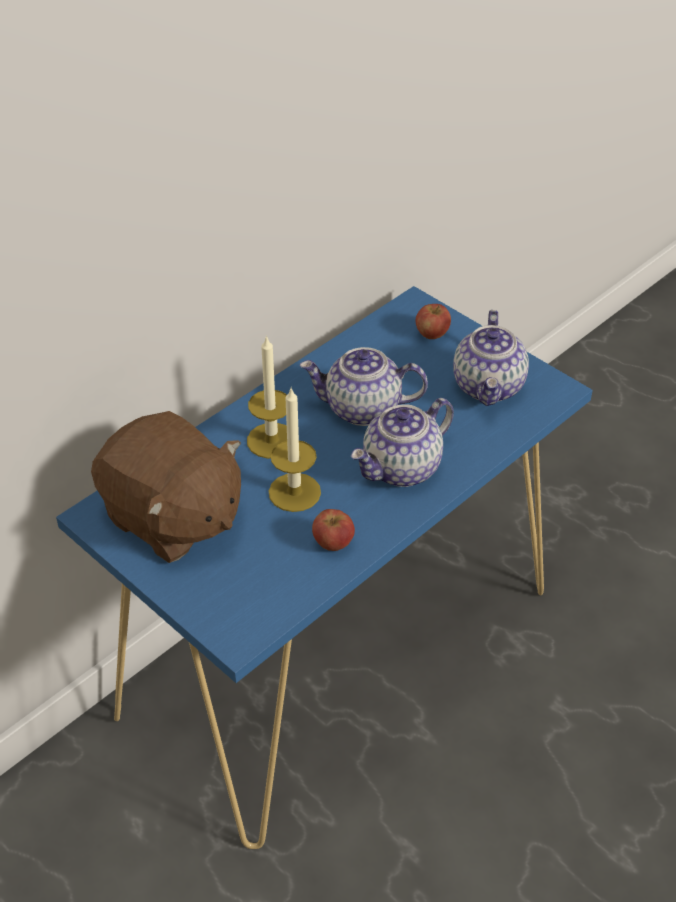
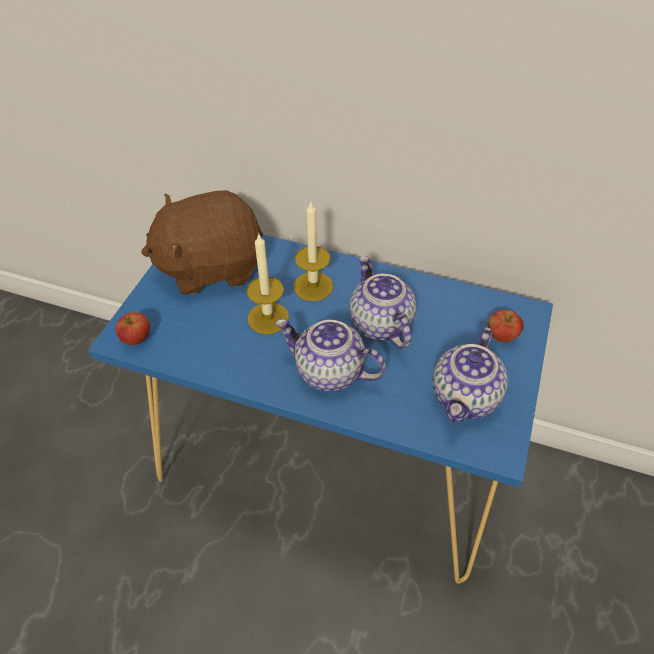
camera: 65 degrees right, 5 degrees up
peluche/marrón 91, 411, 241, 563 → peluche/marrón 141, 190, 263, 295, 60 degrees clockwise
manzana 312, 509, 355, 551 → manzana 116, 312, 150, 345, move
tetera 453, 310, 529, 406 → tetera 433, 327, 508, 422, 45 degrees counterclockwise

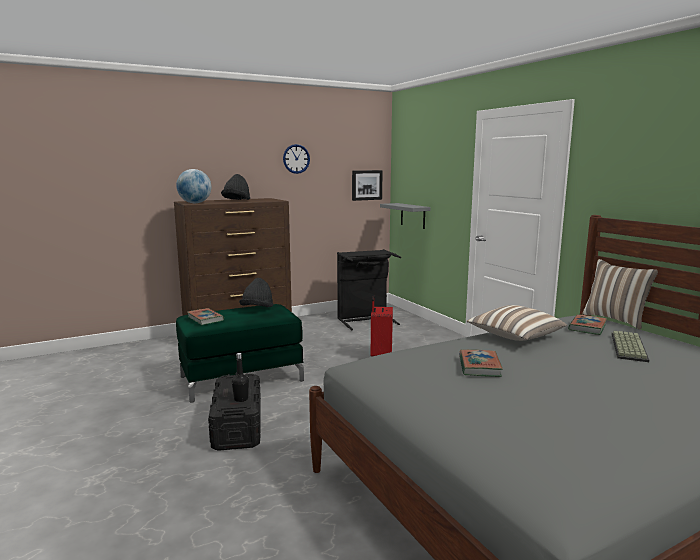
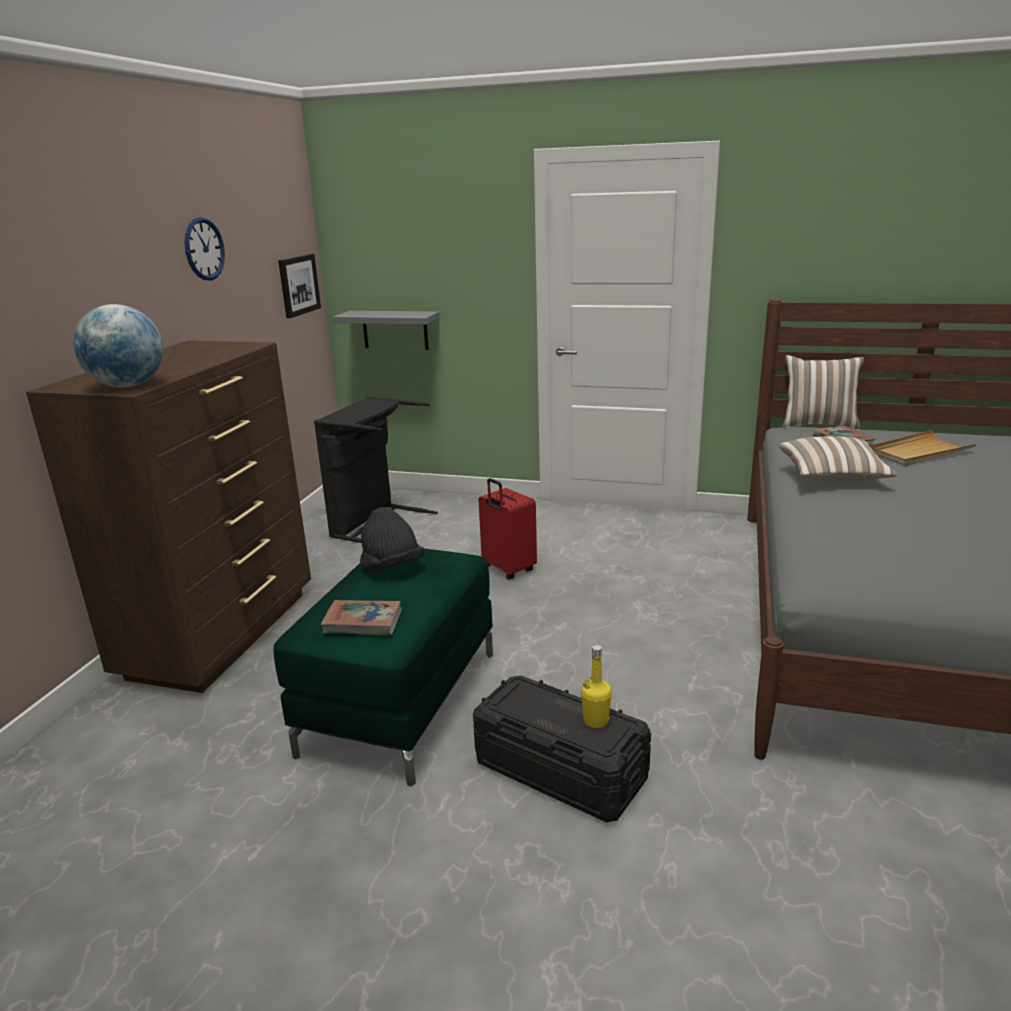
camera: 45 degrees left, 10 degrees up
sombrero/negro 221, 174, 250, 200 → -
botella/negro 232, 353, 249, 402 → botella/amarillo 581, 645, 612, 728
libro 459, 349, 503, 377 → -
teclado 611, 331, 649, 362 → bandeja/beis 870, 430, 977, 466

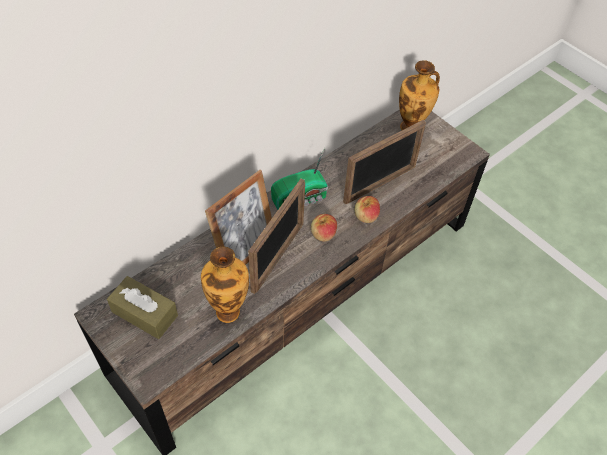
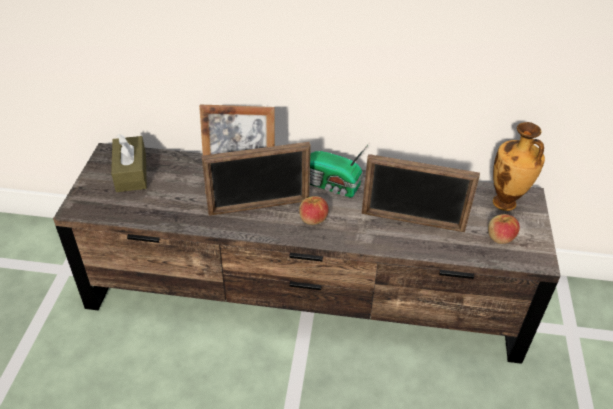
camera: 50 degrees right, 10 degrees down
florero 201, 247, 249, 323 → -
manzana 355, 196, 380, 223 → manzana 488, 214, 520, 244, move

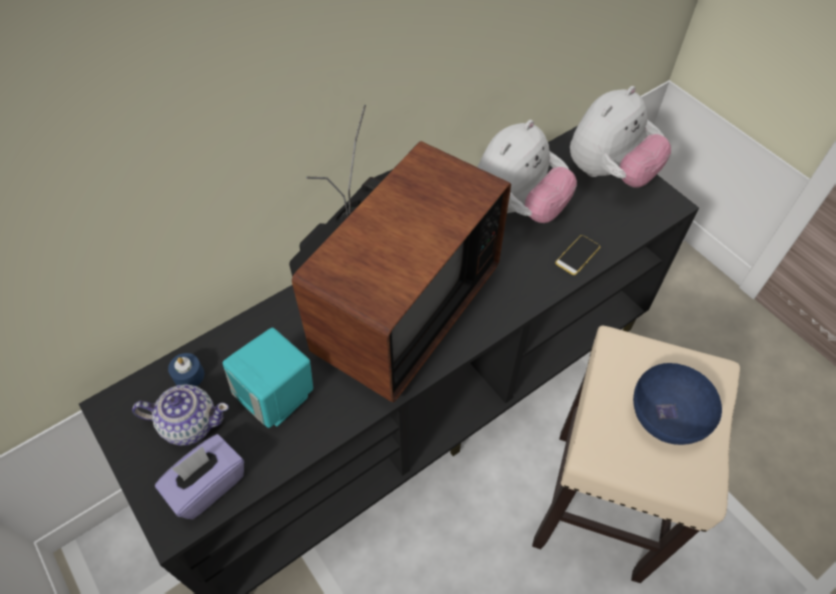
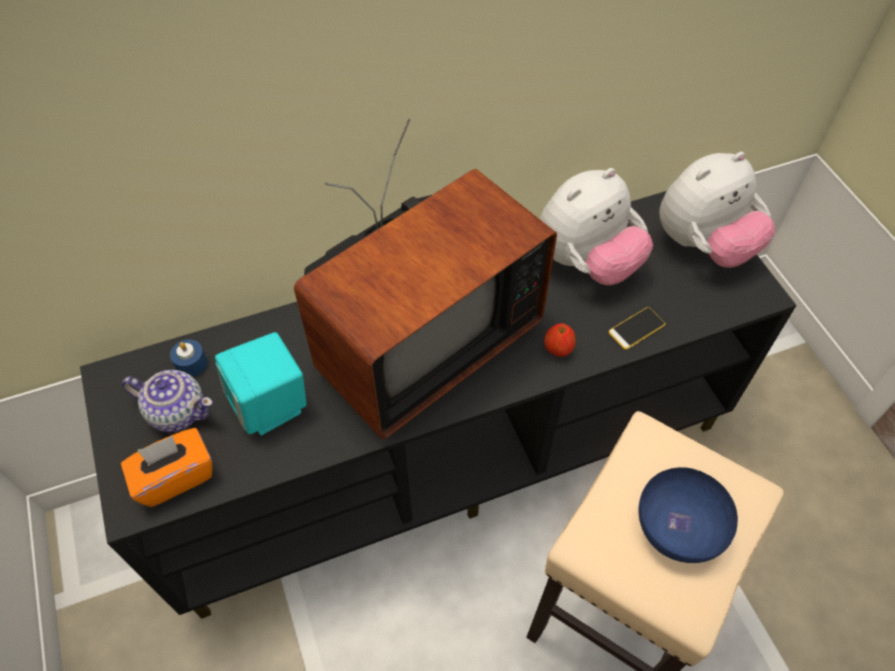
camera: 15 degrees right, 0 degrees up
caja de pañuelos/morado 155, 434, 244, 519 → caja de pañuelos/naranja 121, 428, 212, 507
- → manzana 544, 323, 576, 357

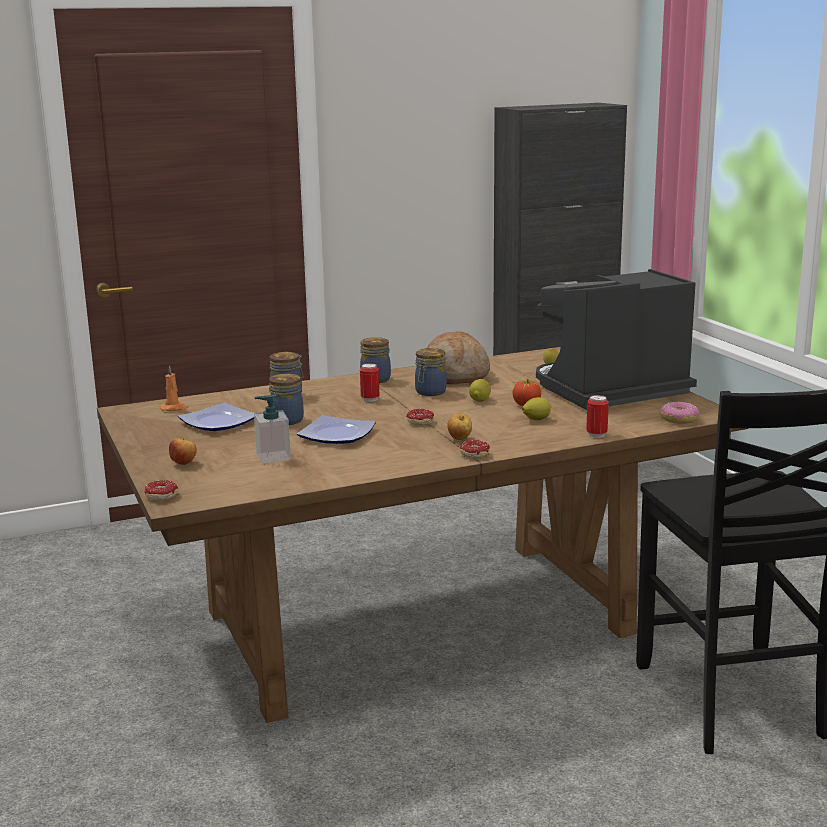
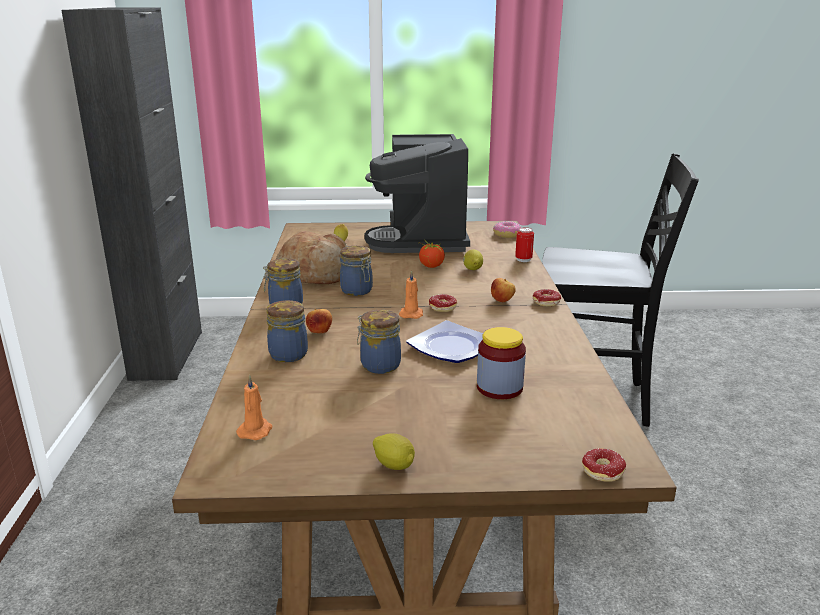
camera: 70 degrees left, 5 degrees up
manzana 169, 438, 197, 465 → manzana 306, 309, 332, 333, move
plato 178, 403, 254, 431 → -
dispensador de jabón 254, 394, 291, 464 → tarro 477, 327, 526, 399
lata 360, 363, 379, 402 → -
limón 469, 379, 491, 402 → limón 373, 433, 415, 470, move
- → vela/naranja 399, 270, 423, 319

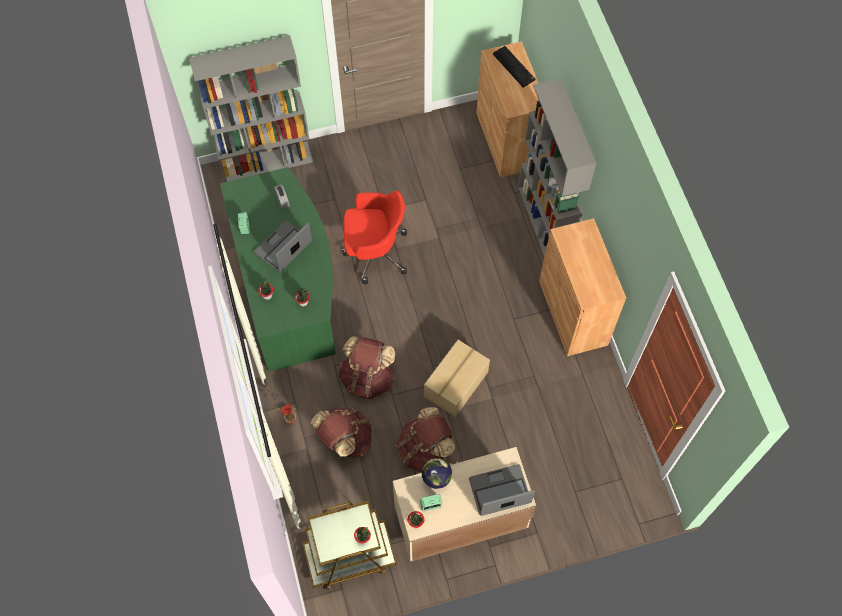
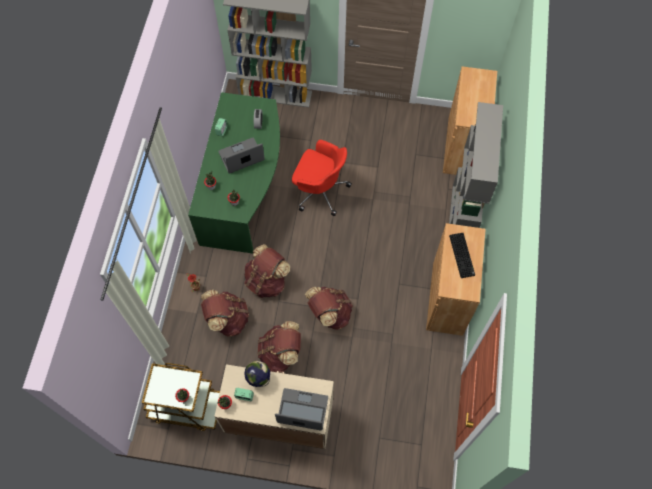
camera: 25 degrees right, 0 degrees up
caja de cartón 424, 339, 490, 417 → mochila/marrón 305, 287, 353, 330
teclado 493, 46, 535, 88 → teclado 449, 233, 475, 278, move

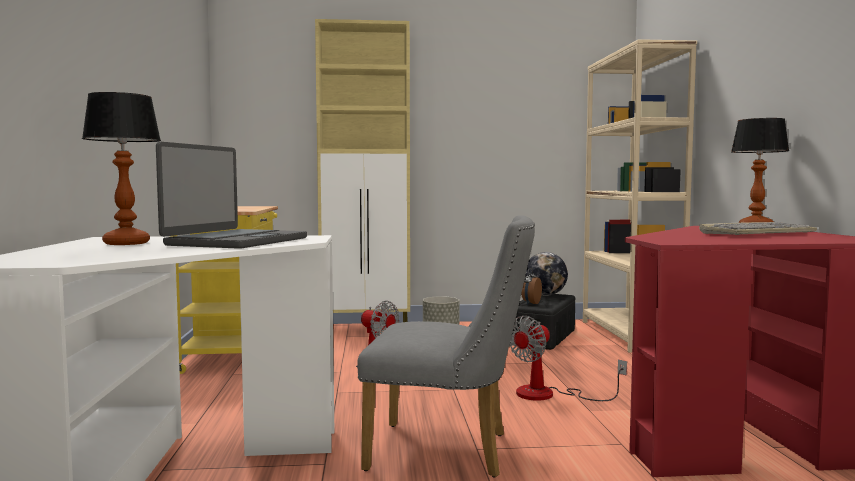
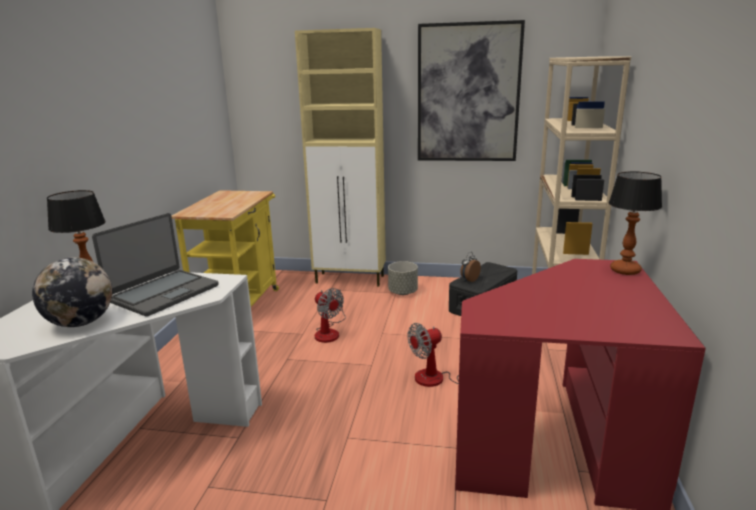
camera: 15 degrees right, 15 degrees up
silla/gris 357, 216, 535, 478 → -
globo terráqueo 525, 252, 568, 296 → globo terráqueo 32, 257, 112, 327, move
teclado 699, 222, 817, 235 → -
- → cuadro 418, 20, 525, 161

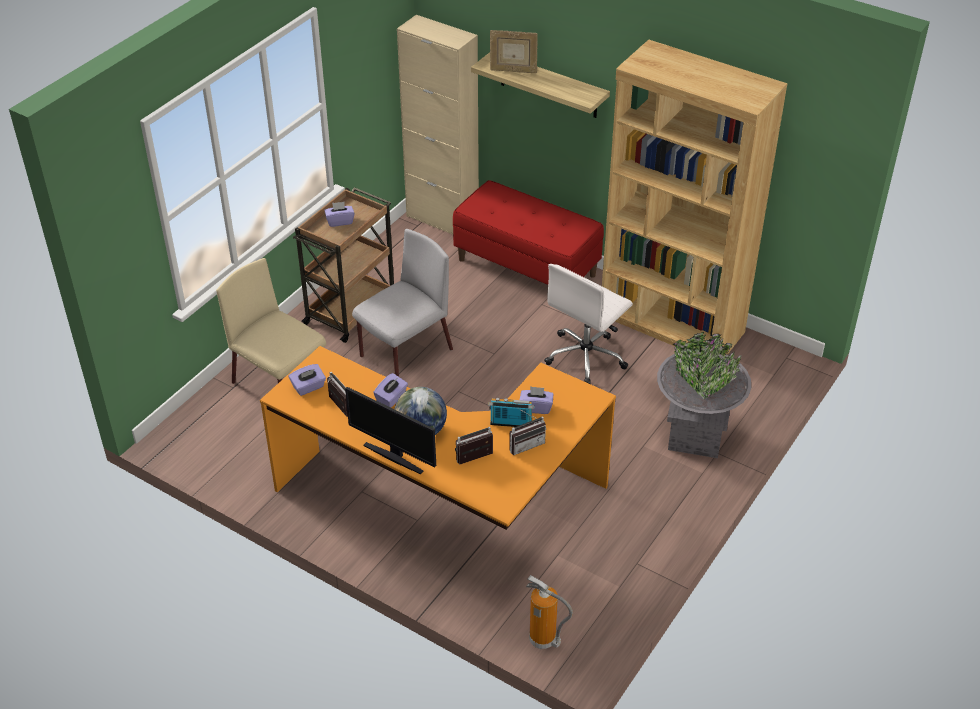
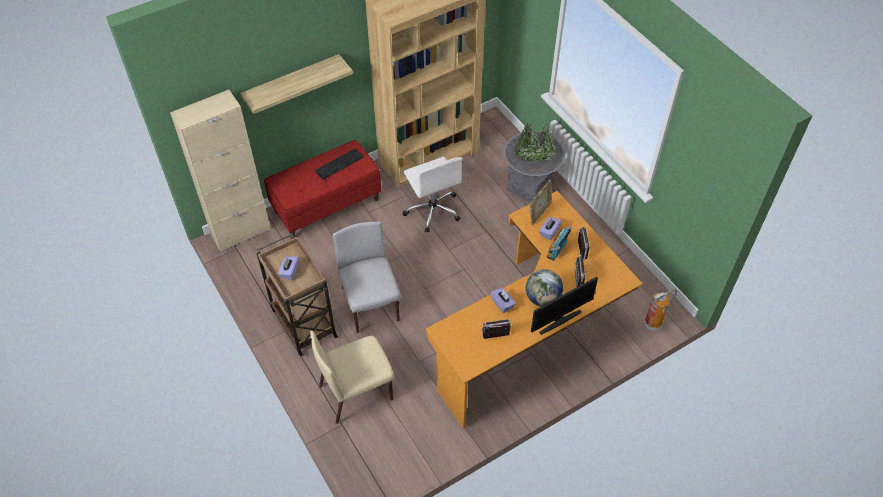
camera: 65 degrees left, 10 degrees up
caja de pañuelos/morado 289, 364, 326, 396 → -
portarretratos 490, 30, 538, 73 → portarretratos 530, 180, 552, 226, move
- → teclado 315, 148, 364, 180

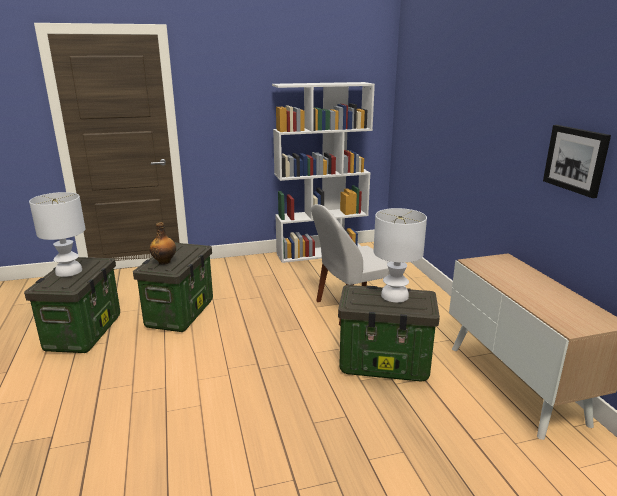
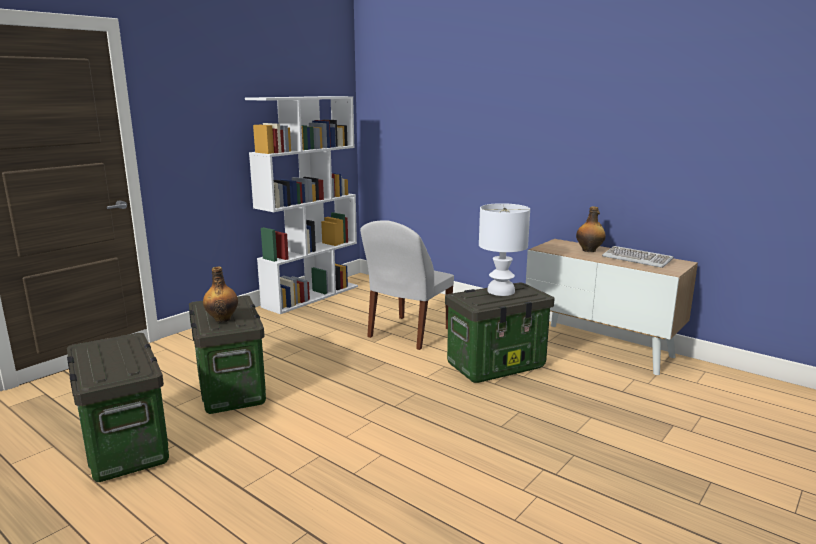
camera: 35 degrees left, 5 degrees down
lámpara de mesa/blanco 29, 192, 85, 277 → -
cuadro 543, 125, 611, 198 → -
- → botella 576, 206, 606, 252
- → teclado 602, 246, 674, 268

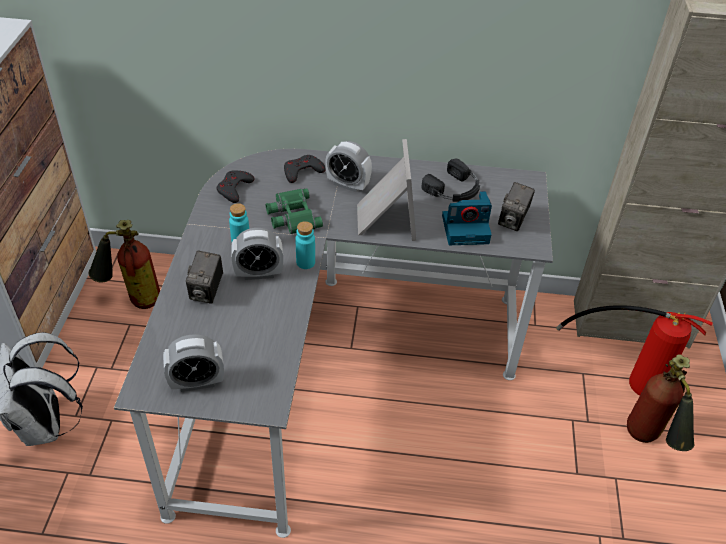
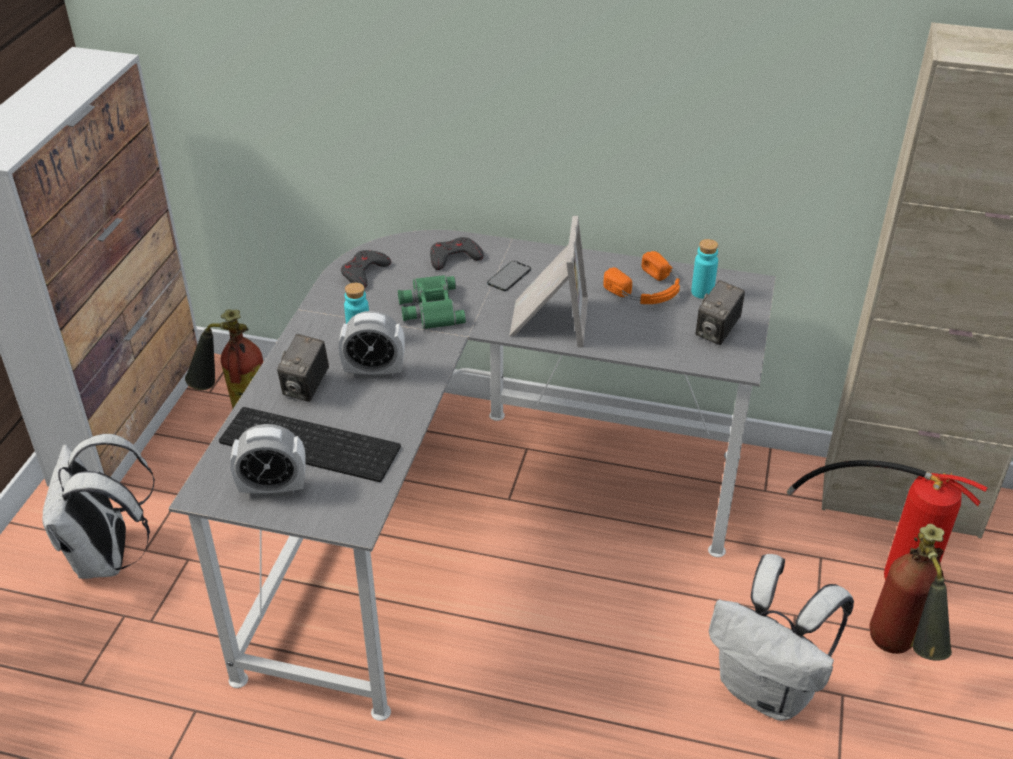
camera: 10 degrees right, 5 degrees down
botella/turquesa 296, 221, 315, 269 → botella/turquesa 691, 239, 718, 299, move
despertador 325, 141, 372, 193 → móvil 487, 261, 531, 291
auriculares/negro 421, 159, 480, 202 → auriculares/naranja 603, 251, 680, 304
cámara 442, 191, 492, 245 → -
- → teclado 219, 407, 401, 482
- → mochila/blanco 709, 554, 854, 721

